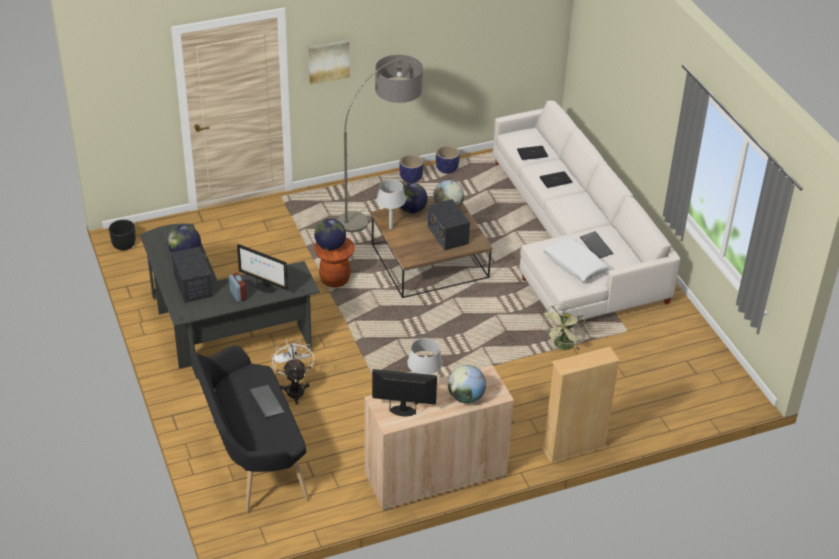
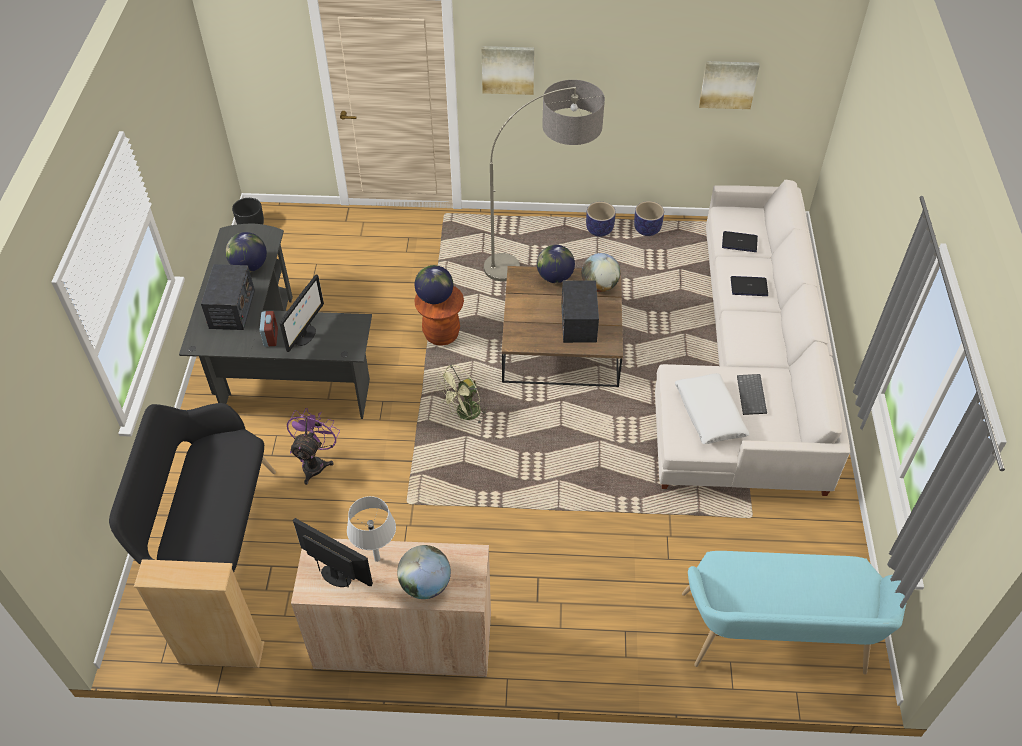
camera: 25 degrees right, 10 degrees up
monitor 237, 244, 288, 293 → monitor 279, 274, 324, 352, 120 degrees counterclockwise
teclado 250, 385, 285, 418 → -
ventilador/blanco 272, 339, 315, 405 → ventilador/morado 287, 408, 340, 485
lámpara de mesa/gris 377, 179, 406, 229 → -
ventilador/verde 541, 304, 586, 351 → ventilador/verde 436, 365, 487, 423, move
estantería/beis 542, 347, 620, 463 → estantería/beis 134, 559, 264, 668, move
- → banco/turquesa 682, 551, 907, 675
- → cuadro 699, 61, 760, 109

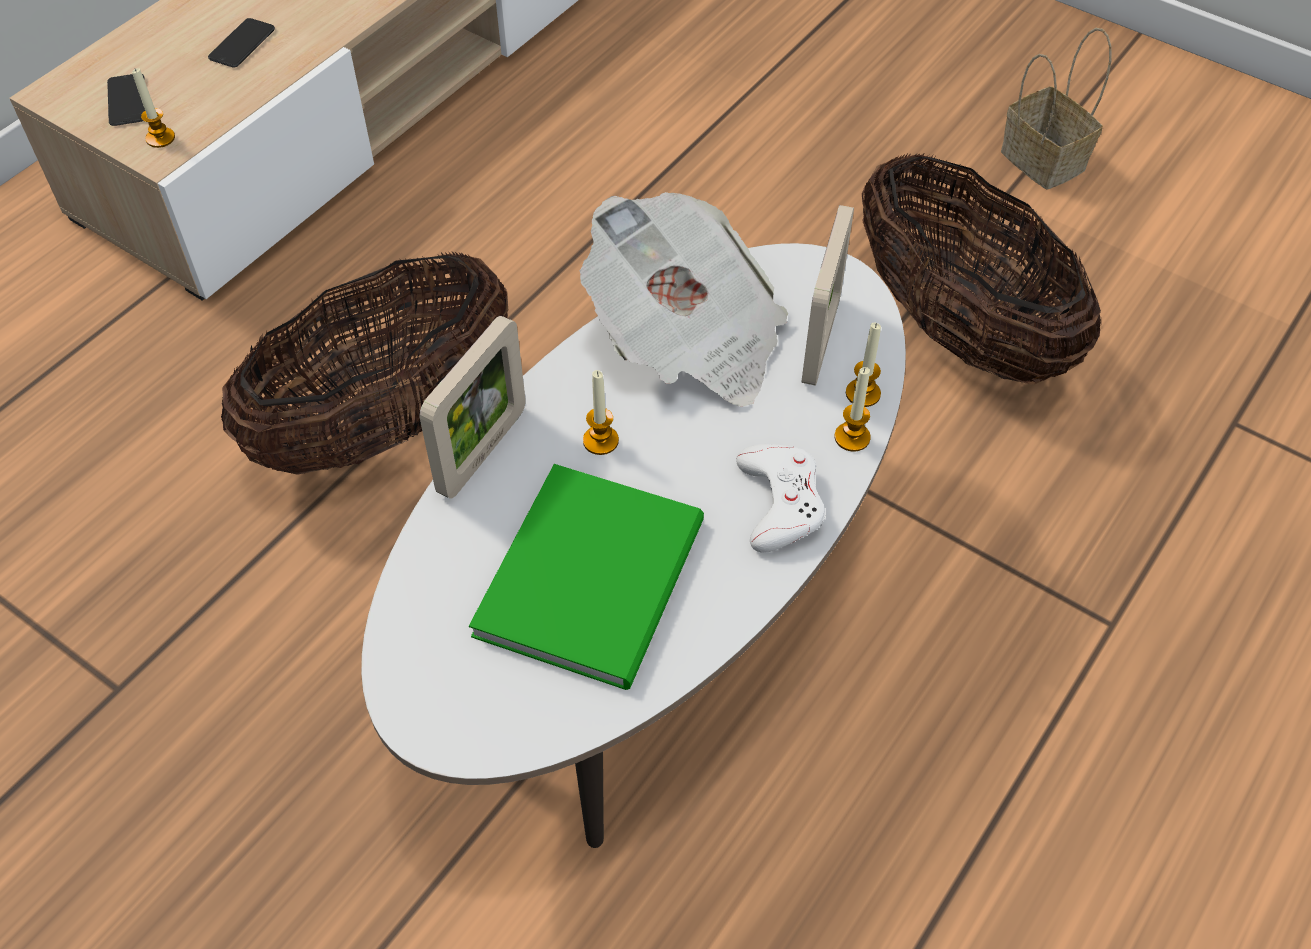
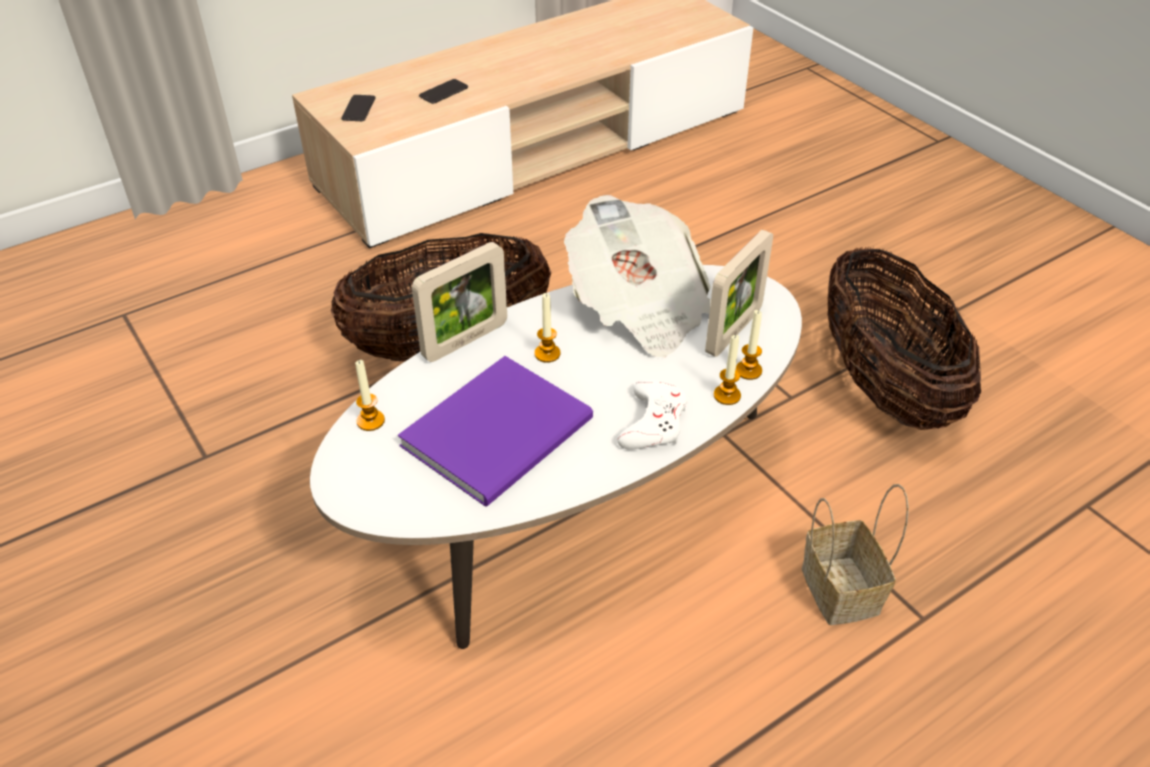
camera: 20 degrees right, 10 degrees down
vela 132, 68, 175, 148 → vela 355, 360, 385, 431, move
libro/verde 469, 464, 704, 690 → libro/morado 398, 356, 593, 507
cesta 1001, 28, 1112, 189 → cesta 802, 484, 909, 625, move

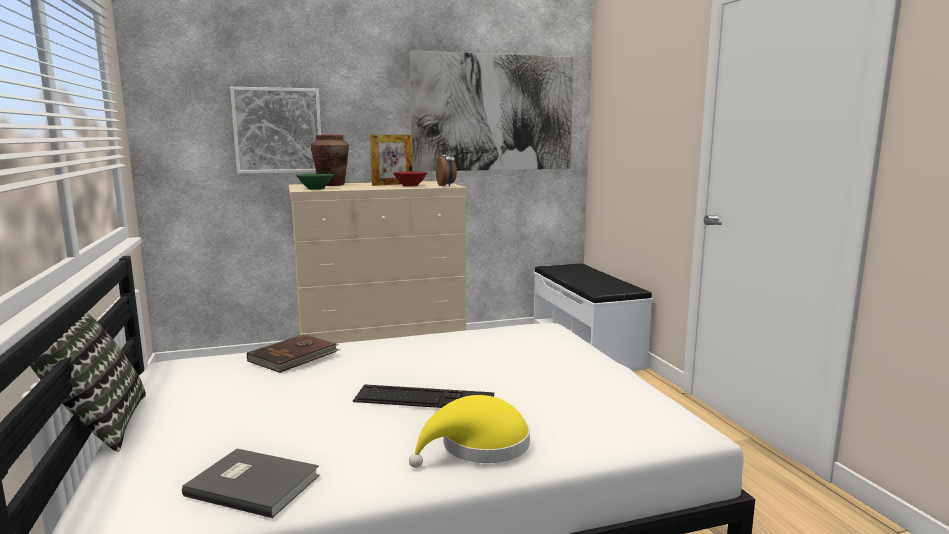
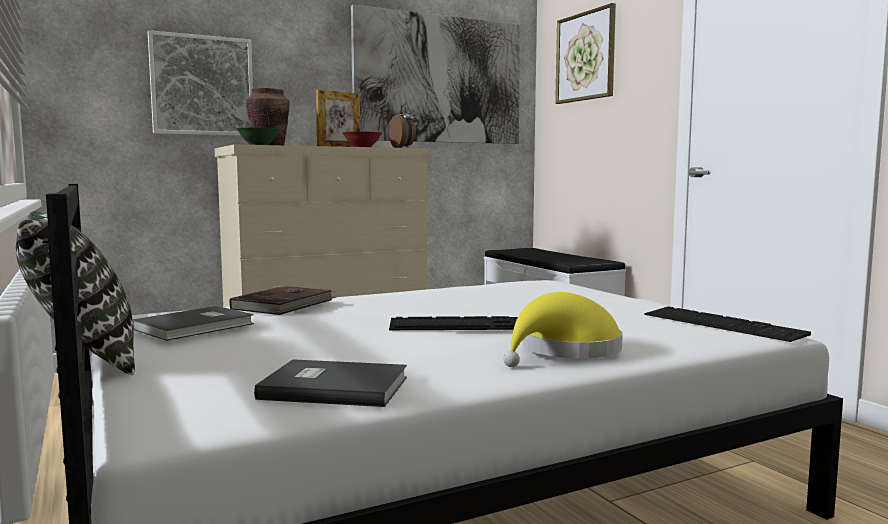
camera: 10 degrees left, 5 degrees down
- → libro/gris 133, 306, 254, 341
- → cuadro 555, 3, 616, 104
- → teclado 644, 306, 811, 342

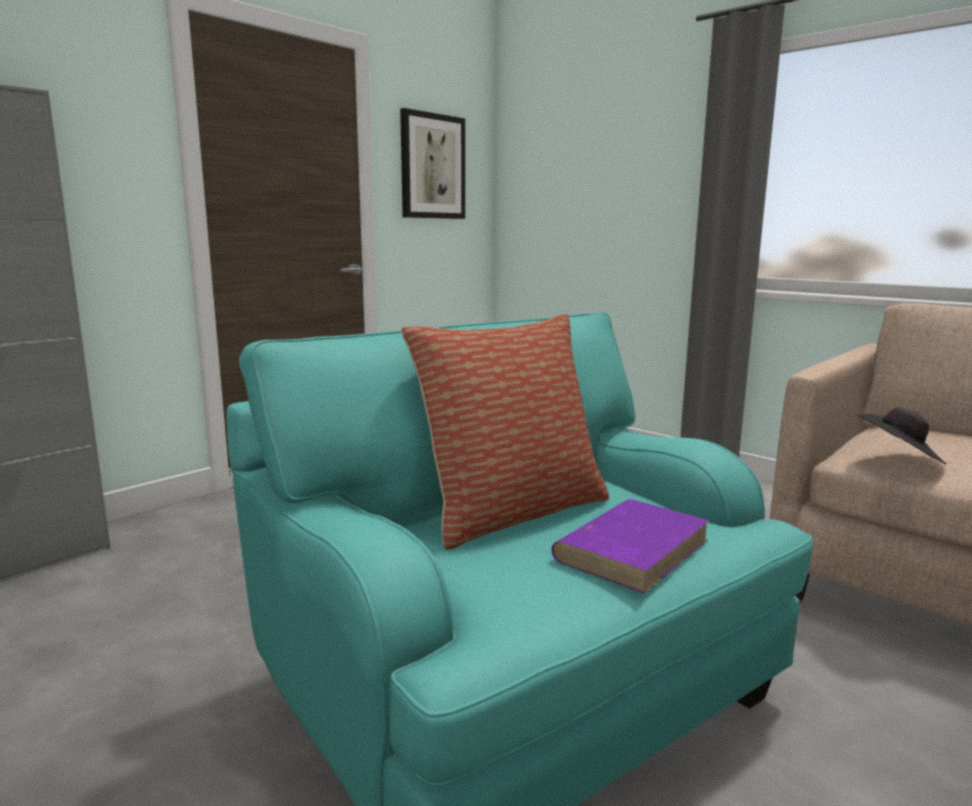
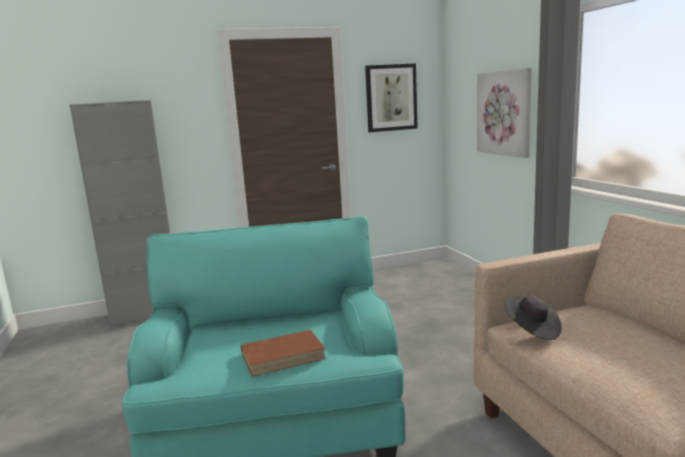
camera: 30 degrees right, 0 degrees up
cojín 401, 314, 609, 550 → -
libro/morado 551, 499, 710, 594 → libro/marrón 241, 330, 326, 377
- → cuadro 477, 68, 532, 158

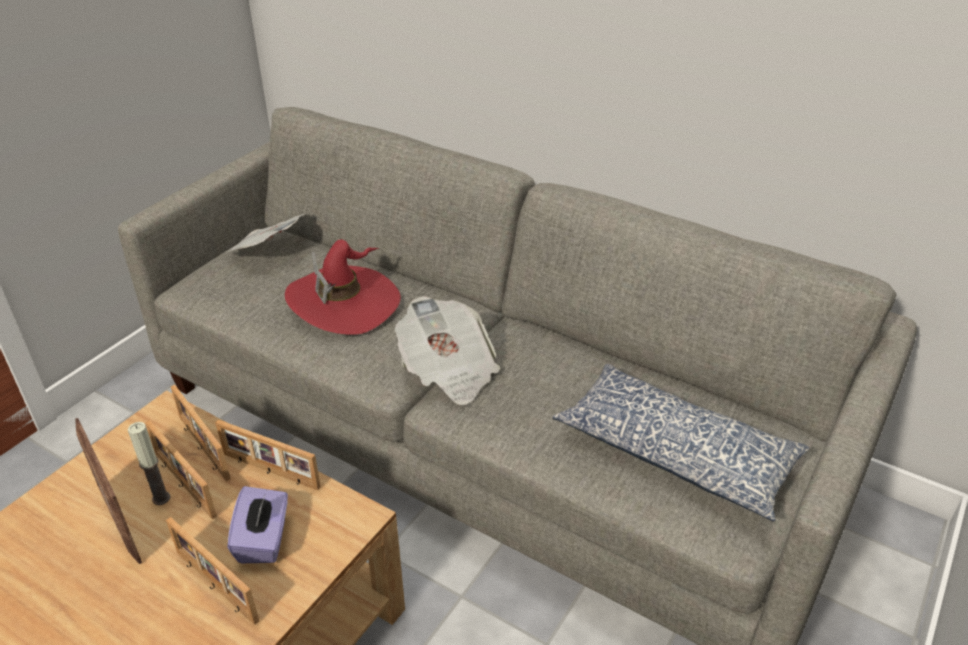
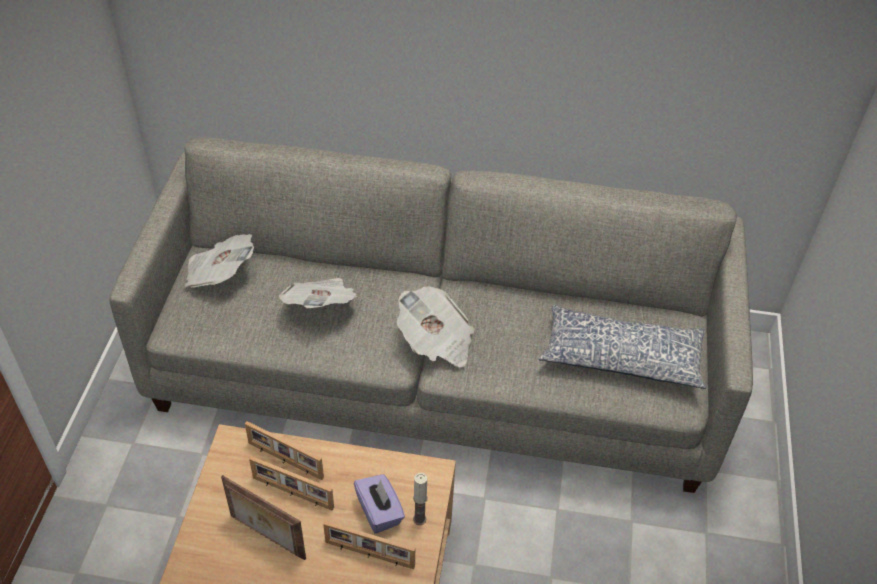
camera: 25 degrees left, 10 degrees up
vela 128, 422, 170, 505 → vela 413, 473, 427, 525, move
portarretratos 216, 420, 321, 490 → -
sombrero/rojo 285, 239, 401, 335 → periódico 279, 278, 358, 308

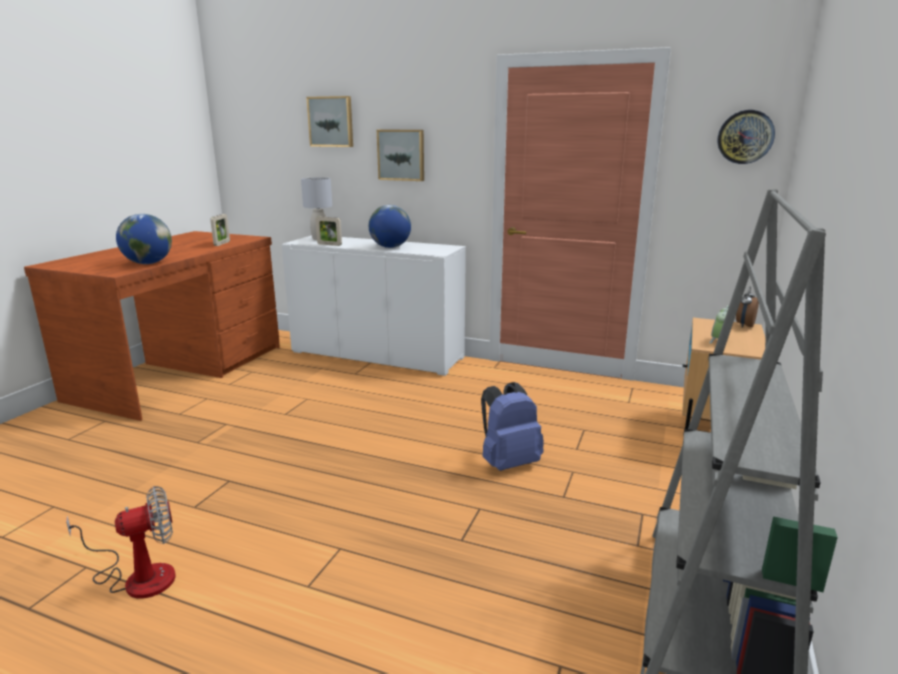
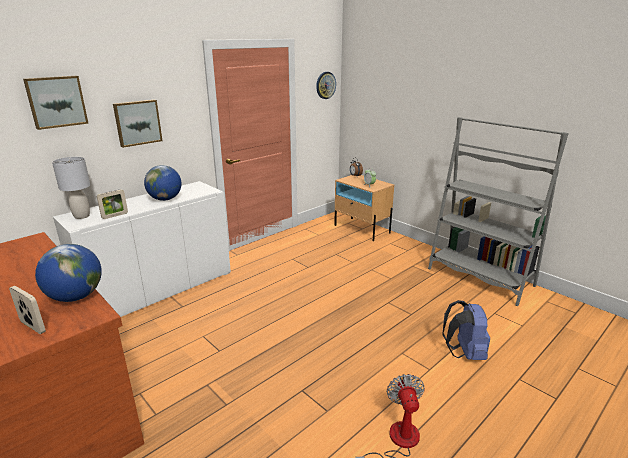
camera: 65 degrees left, 5 degrees up
portarretratos 210, 214, 230, 246 → portarretratos 9, 286, 46, 334, move
mochila/azul 481, 382, 544, 471 → mochila/azul 442, 300, 490, 360, move

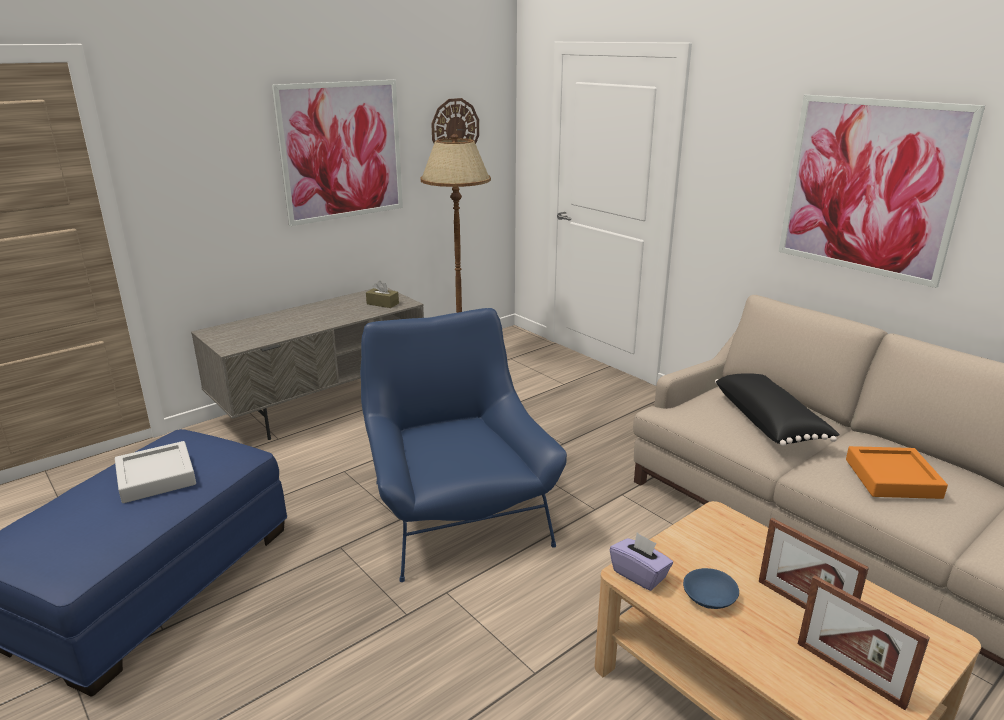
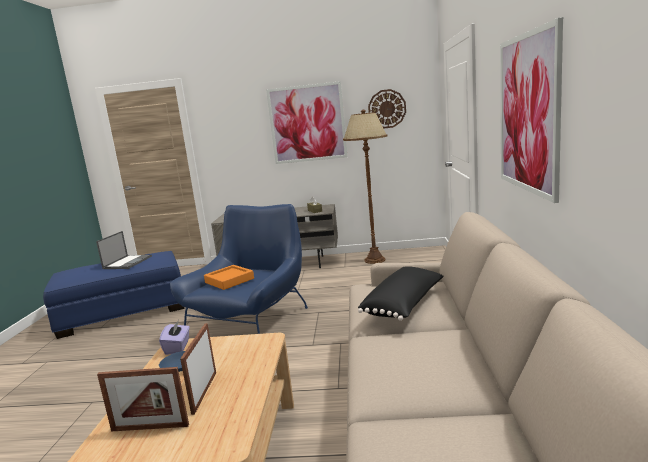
camera: 45 degrees right, 10 degrees down
bandeja/gris 115, 441, 196, 503 → portátil 96, 231, 152, 269
portarretratos 798, 575, 930, 710 → portarretratos 97, 367, 189, 432, 90 degrees counterclockwise
bandeja/naranja 846, 446, 948, 499 → bandeja/naranja 204, 265, 254, 290, move

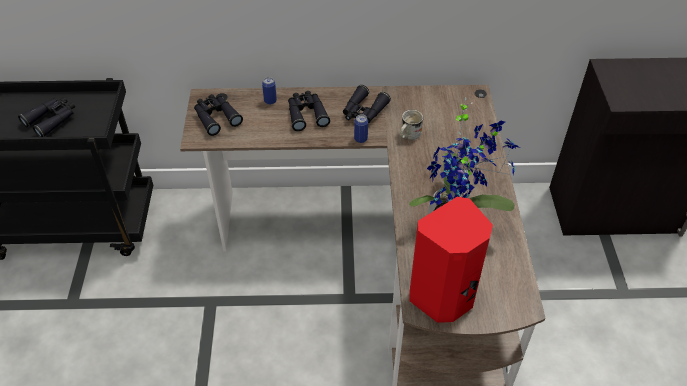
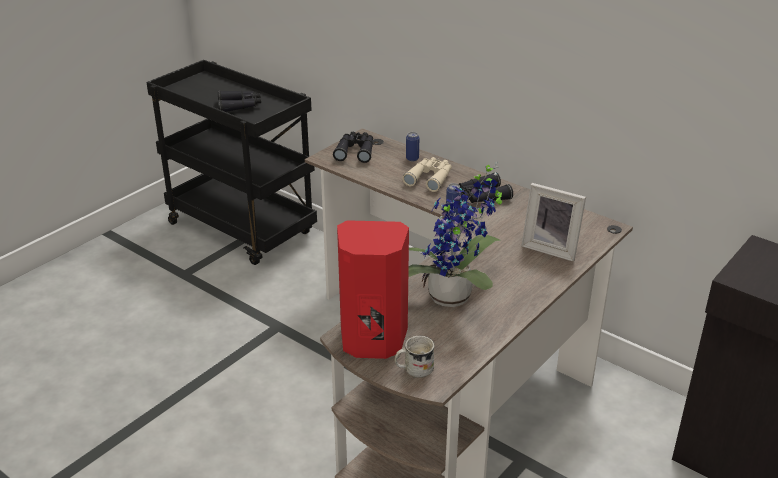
camera: 40 degrees right, 15 degrees down
prismáticos/negro 288, 91, 330, 131 → prismáticos/beis 402, 157, 452, 192
taza grande/blanco 400, 110, 424, 140 → taza grande/blanco 394, 336, 435, 378, move
- → portarretratos 521, 183, 586, 262

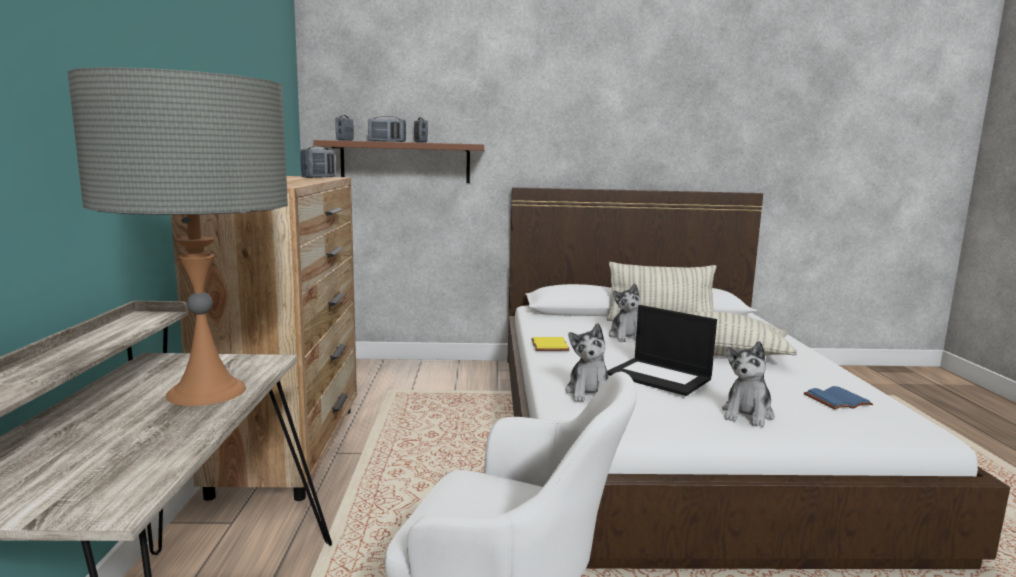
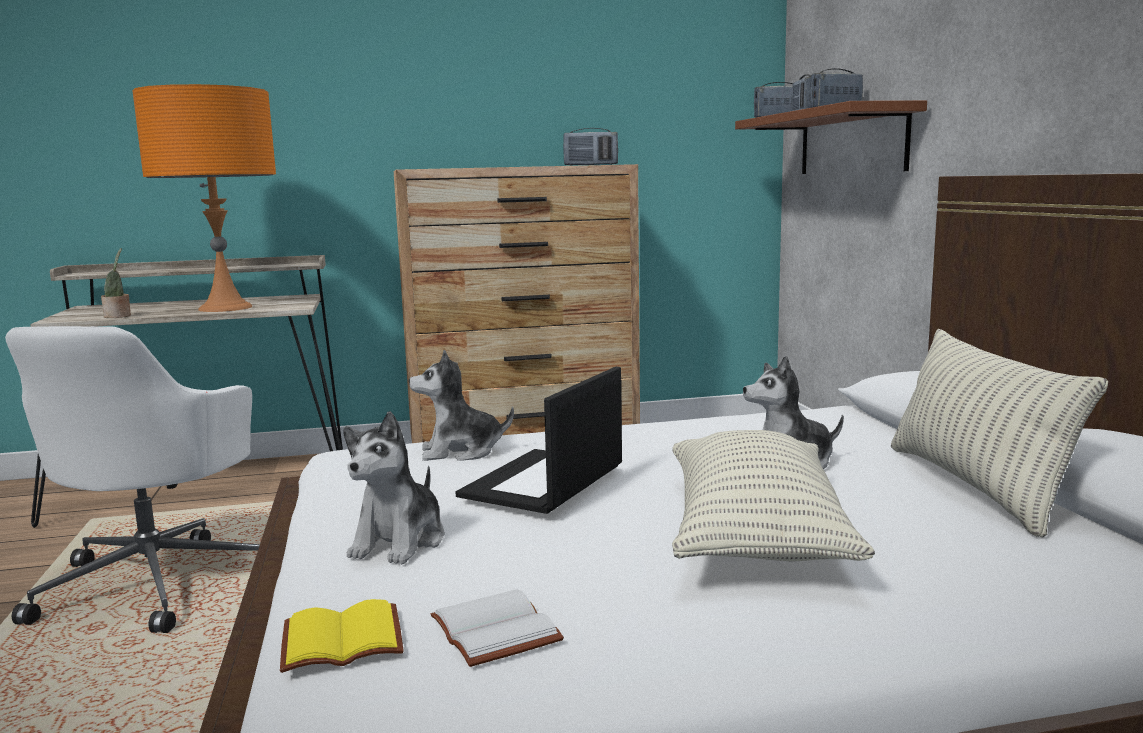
camera: 80 degrees right, 0 degrees up
lámpara de mesa/gris 68, 67, 288, 406 → lámpara de mesa/naranja 132, 84, 276, 312
libro/amarillo 531, 337, 569, 351 → libro/amarillo 280, 599, 404, 673, move
peluche 722, 341, 775, 427 → peluche 343, 411, 445, 564, 90 degrees counterclockwise
libro/azul 804, 386, 873, 409 → libro/blanco 431, 589, 564, 667
- → planta en maceta 101, 248, 131, 318

